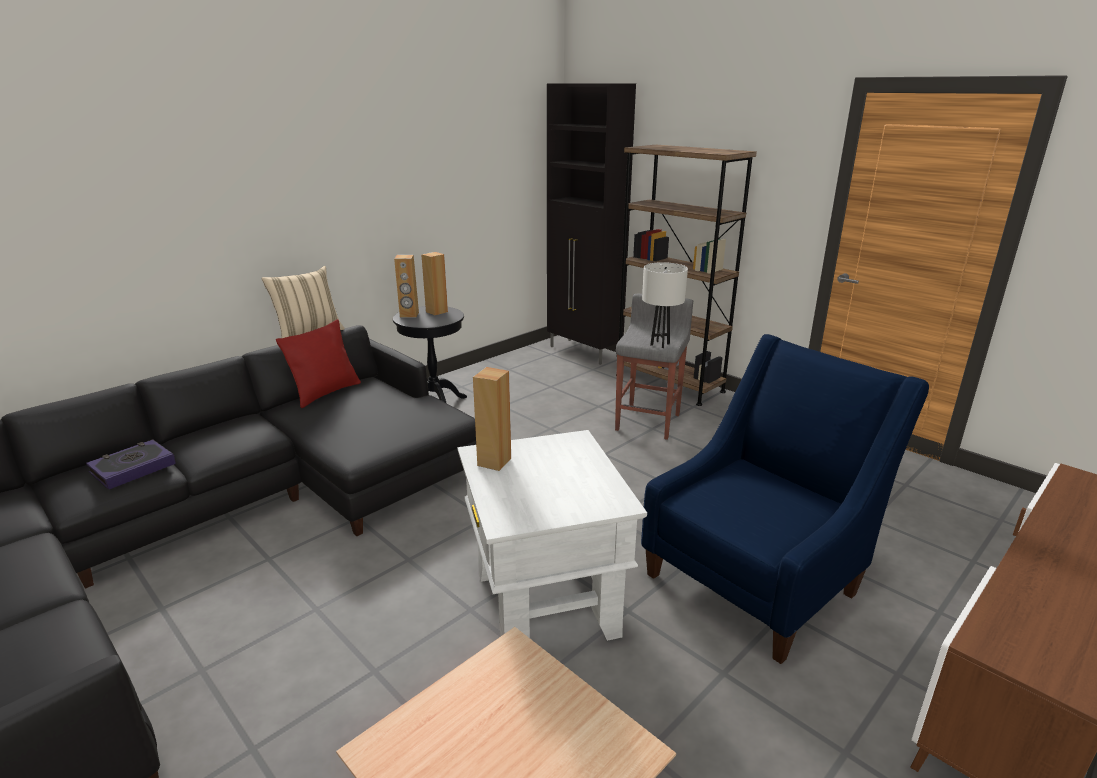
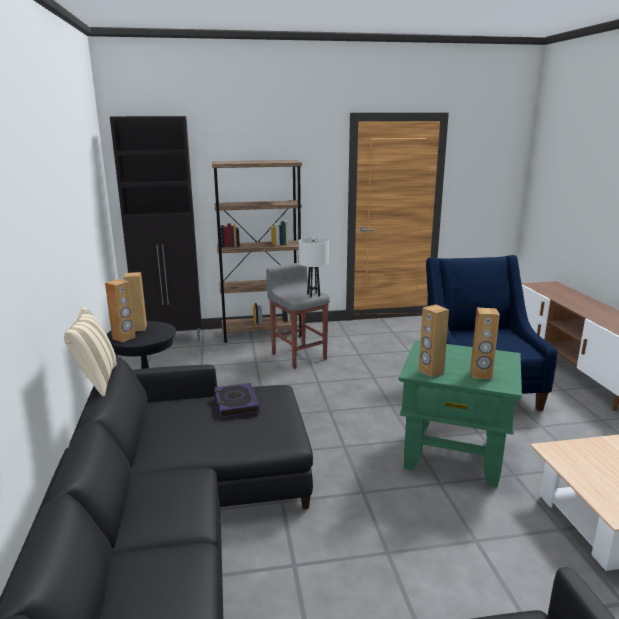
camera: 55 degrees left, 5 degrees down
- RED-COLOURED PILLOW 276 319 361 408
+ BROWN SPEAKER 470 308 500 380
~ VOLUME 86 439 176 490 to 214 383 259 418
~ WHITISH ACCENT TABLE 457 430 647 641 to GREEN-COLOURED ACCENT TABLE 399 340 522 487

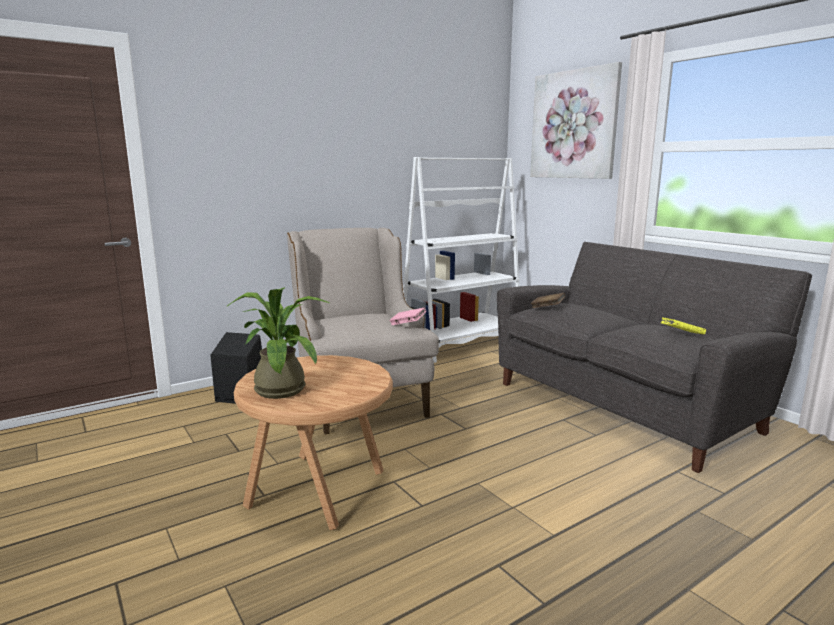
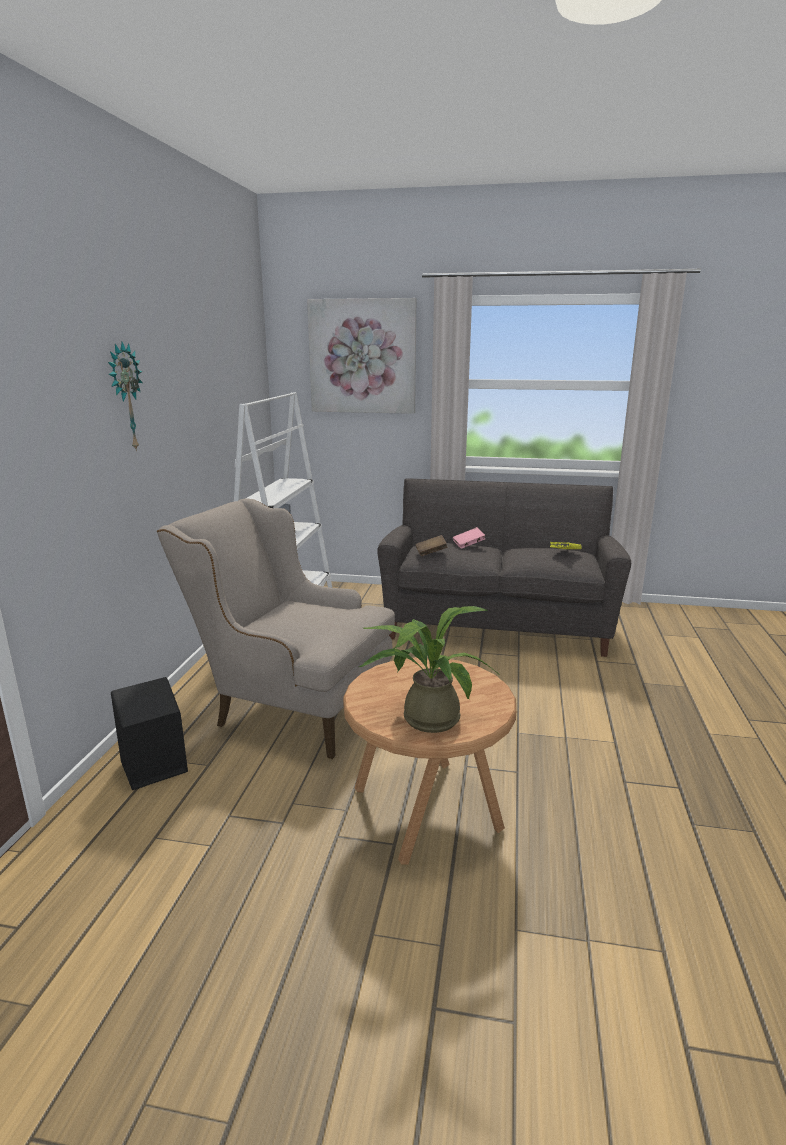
camera: 45 degrees left, 5 degrees up
+ HANGING CLOCK 108 342 142 452
~ PINK VOLUME 389 307 426 325 to 453 527 486 549

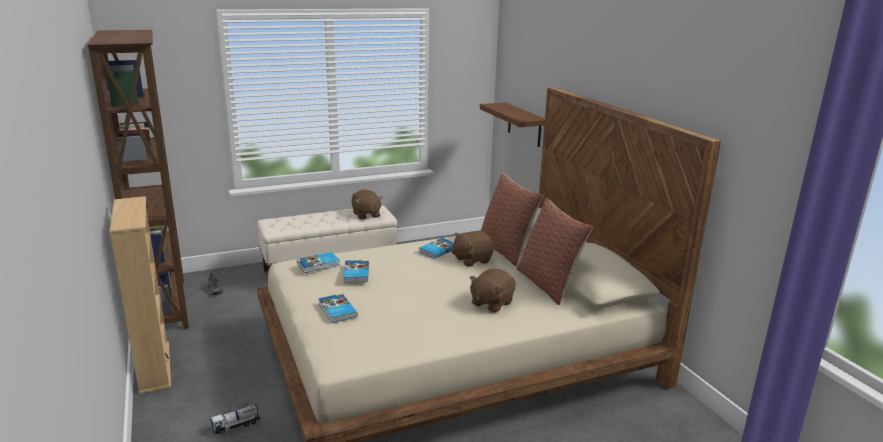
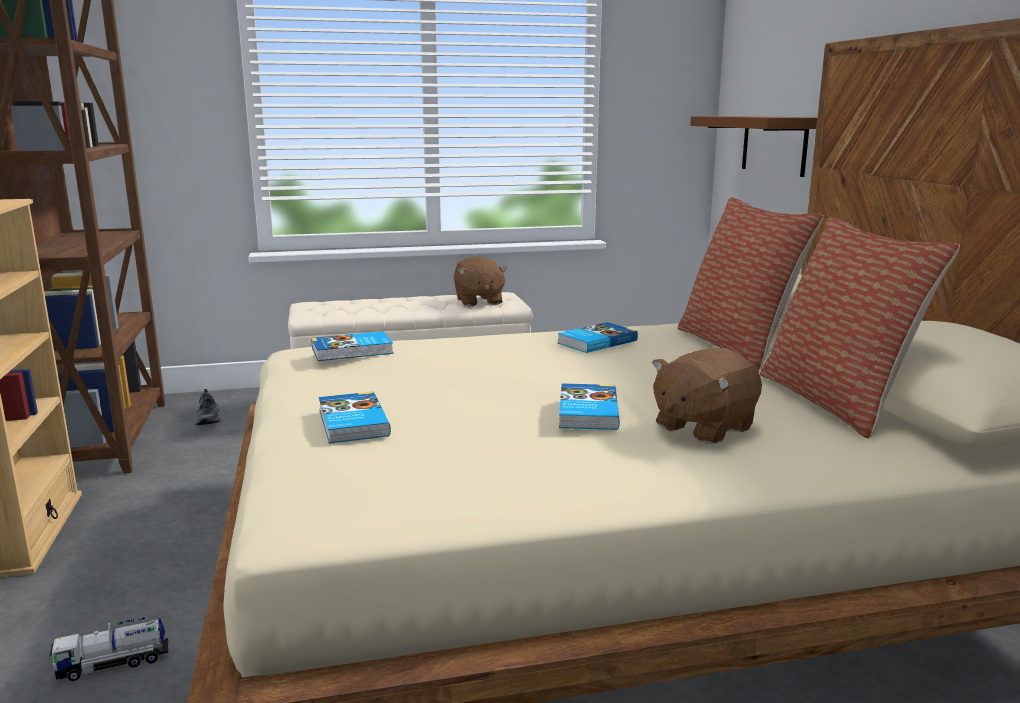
camera: 10 degrees right, 5 degrees down
- BROWN SOFT TOY 452 231 494 267
~ VOLUME 343 260 369 283 to 559 383 620 430

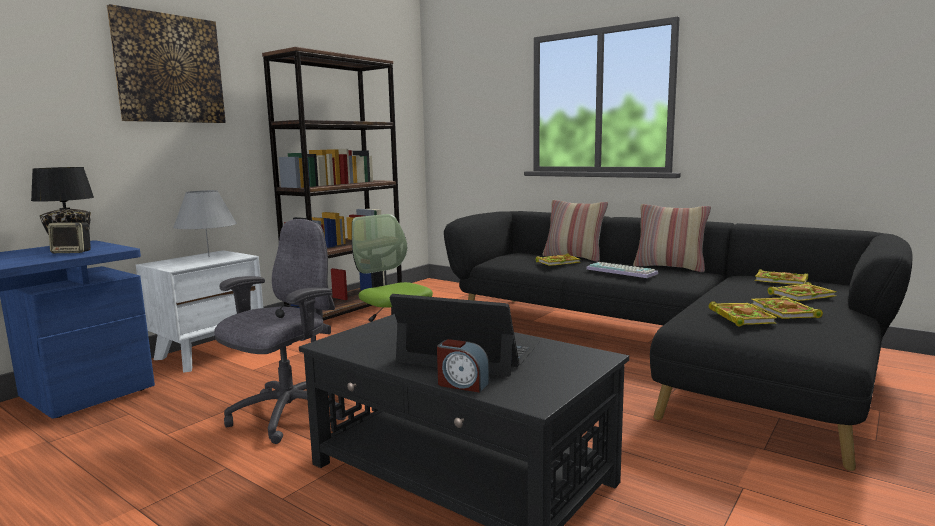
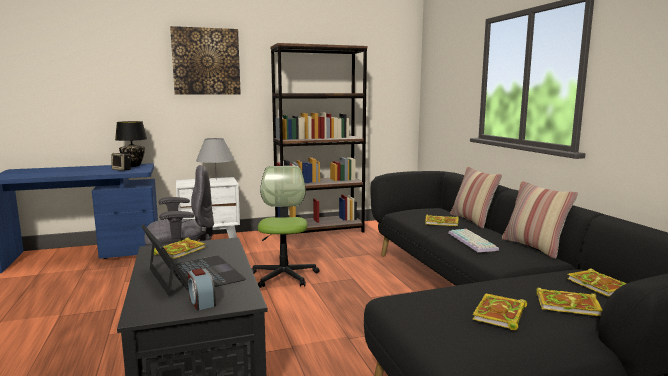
camera: 35 degrees right, 0 degrees up
~ ALARM CLOCK 437 339 489 393 to 188 268 216 310
~ VOLUME 709 301 777 326 to 154 237 206 259

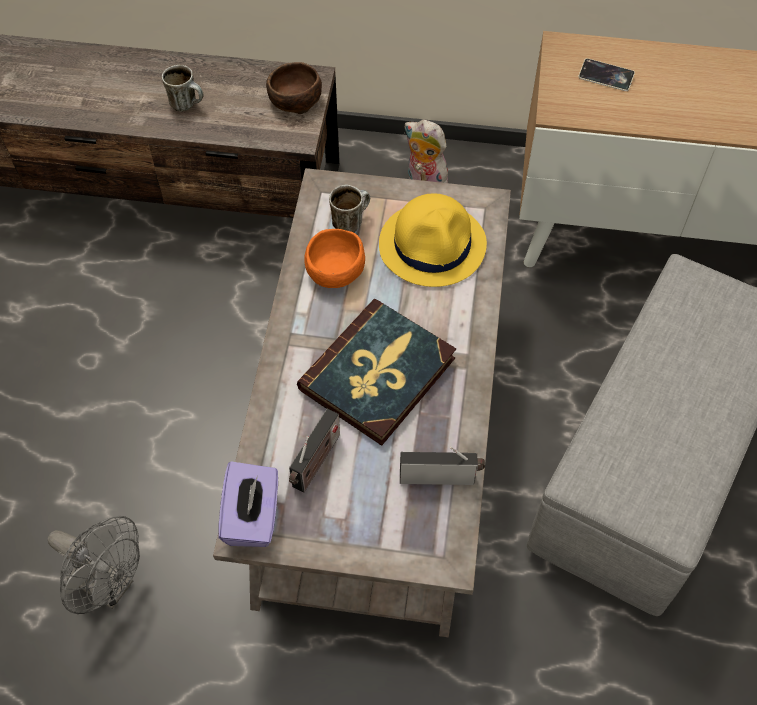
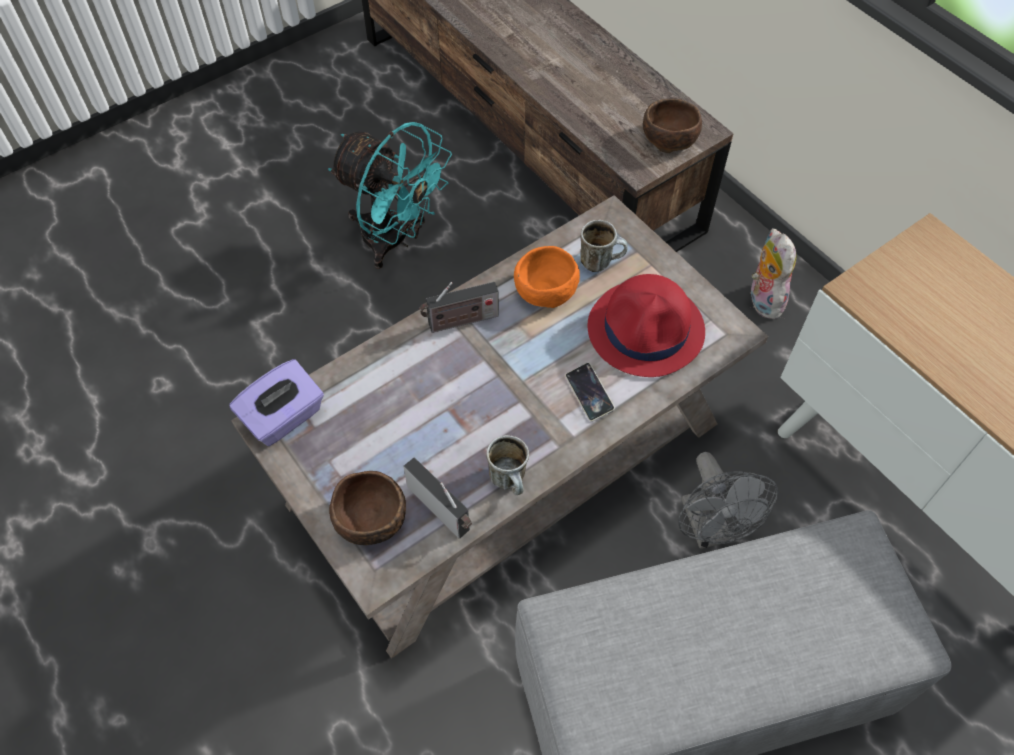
camera: 45 degrees right, 0 degrees up
- VOLUME 297 299 456 446
+ TURQUOISE-COLOURED COOLING FAN 328 122 452 269
+ BROWN BOWL 329 471 406 545
~ GRAY COOLING FAN 48 516 140 614 to 678 452 778 549
~ COFFEE MUG 162 65 203 111 to 486 435 529 495
~ RADIO SET 289 409 340 493 to 420 282 499 333
~ TELEPHONE 578 58 635 91 to 565 363 615 422
~ YELLOW CLOTHING HAT 379 193 487 287 to RED-COLOURED CLOTHING HAT 587 274 705 377

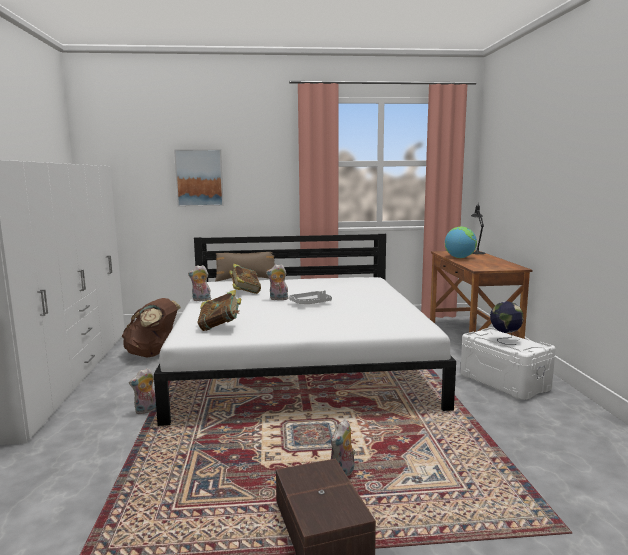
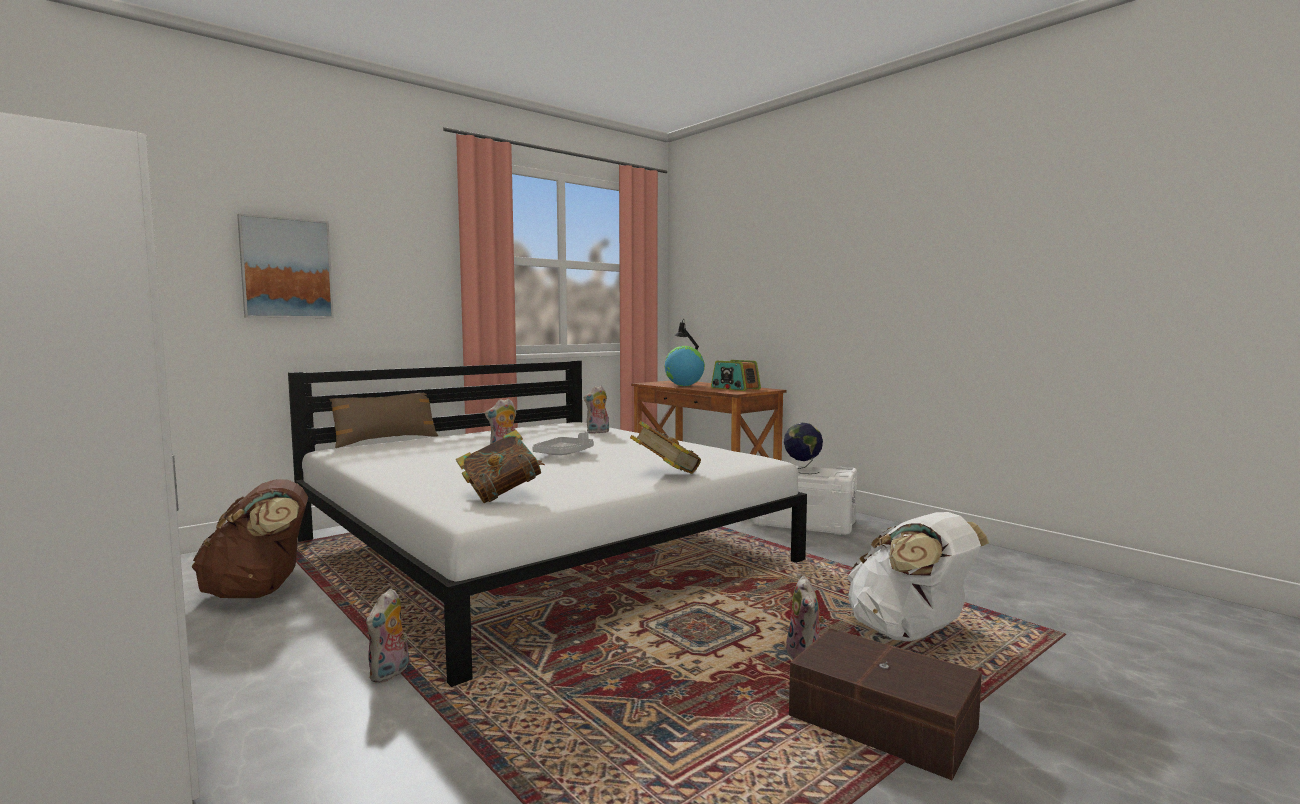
camera: 35 degrees left, 5 degrees down
+ RADIO SET 711 360 761 391
+ WHITISH RUCKSACK 847 512 989 642
~ SOFT TOY 188 265 211 301 to 584 386 609 434
~ VOLUME 229 264 261 294 to 630 421 701 474

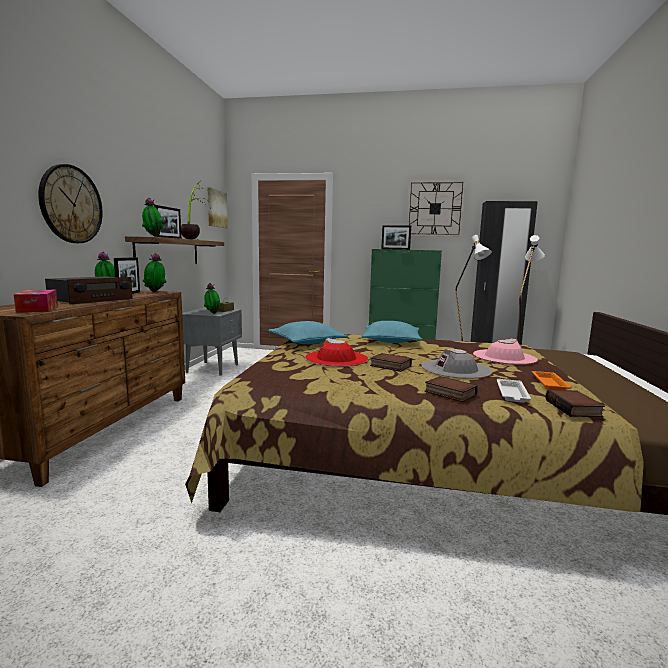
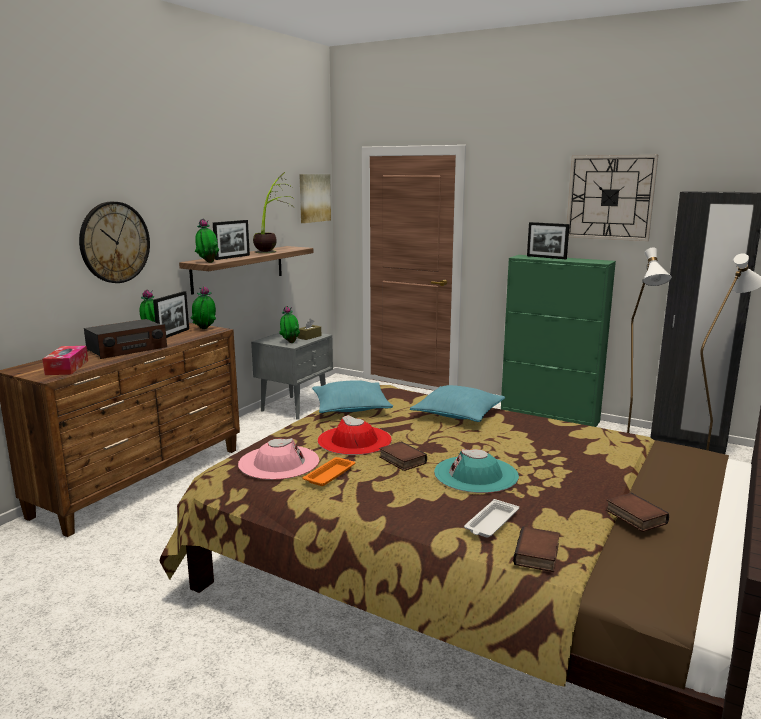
camera: 20 degrees right, 5 degrees up
~ VOLUME 425 376 478 402 to 606 493 669 532
~ PINK CLOTHING HAT 473 338 538 365 to 238 438 319 480
~ ORANGEY SERVING TRAY 532 371 572 390 to 302 457 355 486
~ GRAY CLOTHING HAT 421 349 492 379 to TURQUOISE-COLOURED CLOTHING HAT 434 449 519 493

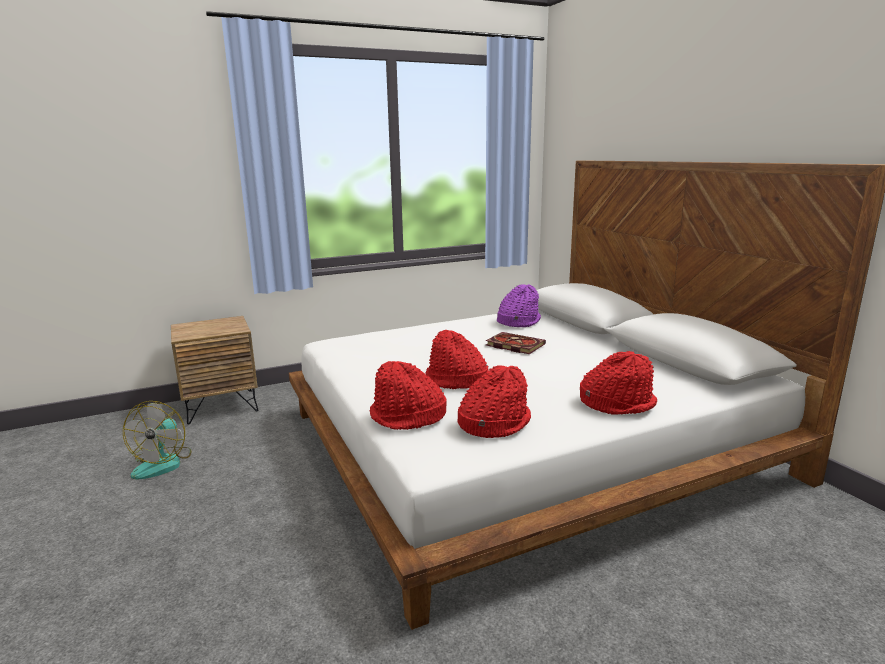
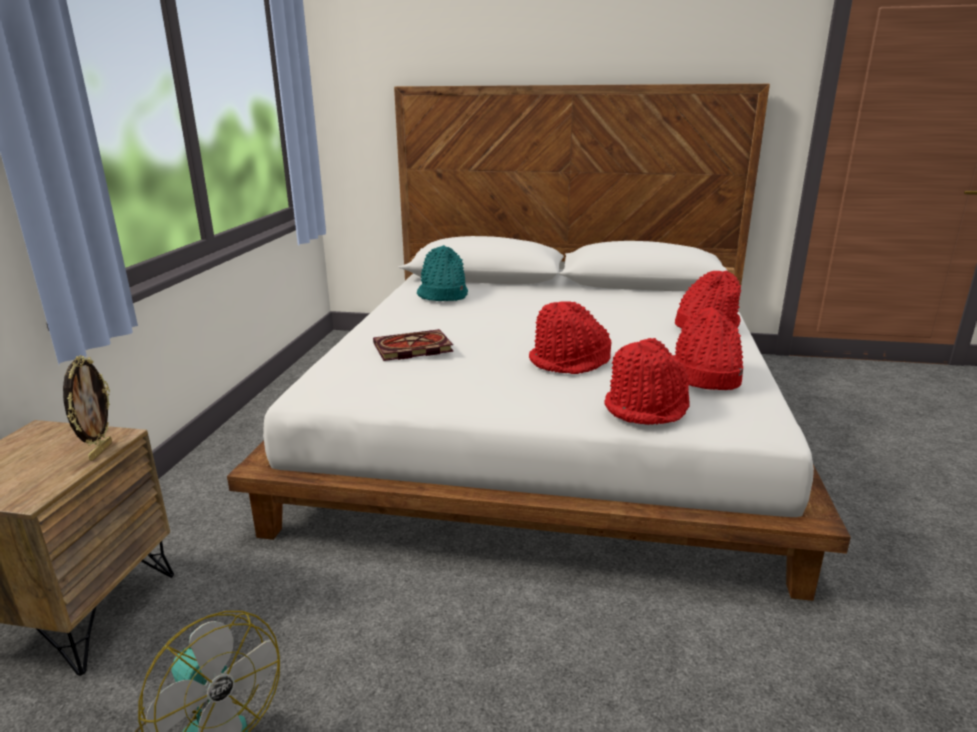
camera: 55 degrees left, 5 degrees up
+ PHOTO FRAME 63 355 112 461
~ VOLUME 486 332 546 354 to 373 329 453 361
~ PURPLE-COLOURED CLOTHING HAT 497 284 541 327 to TURQUOISE-COLOURED CLOTHING HAT 417 245 468 301

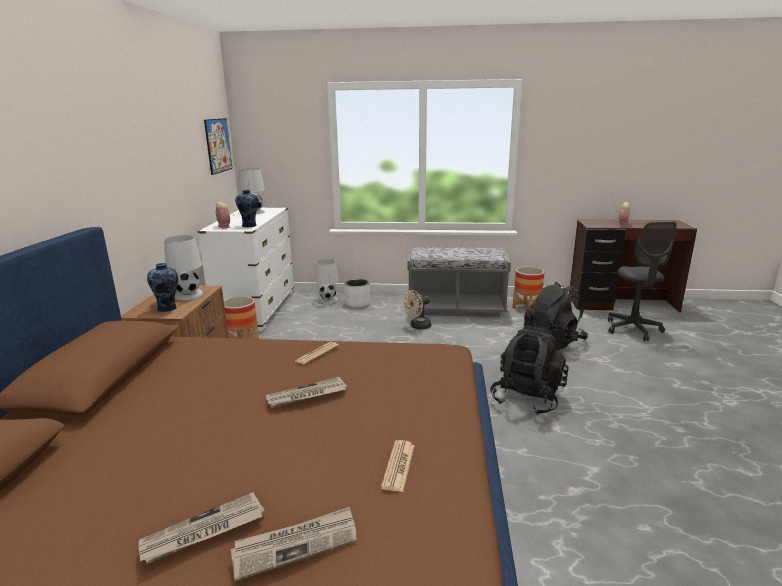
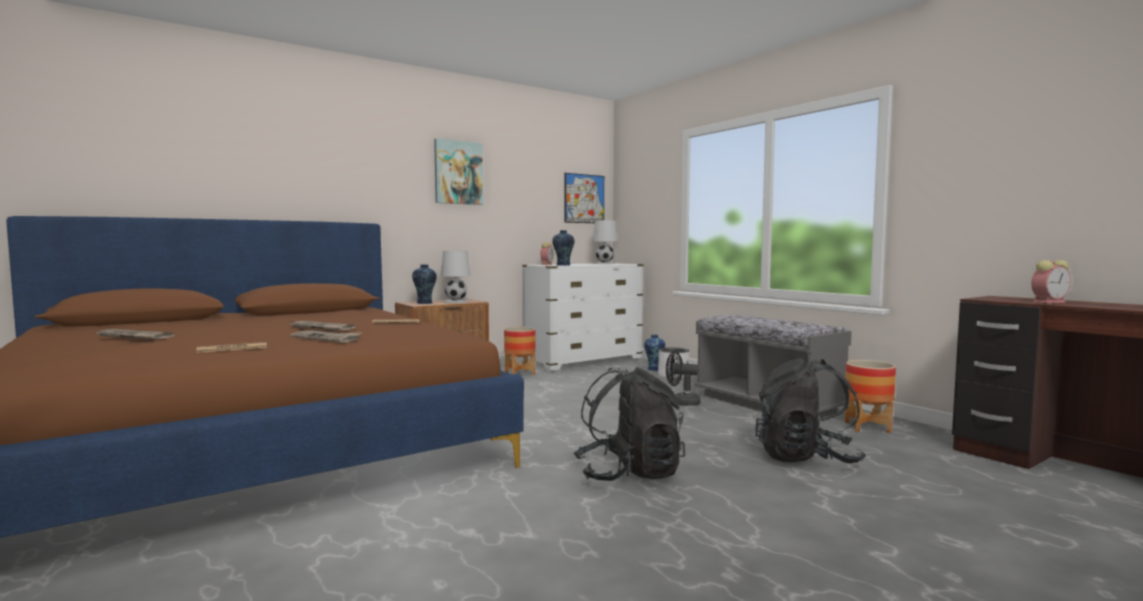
camera: 50 degrees right, 15 degrees down
- GRAY OFFICE CHAIR 608 222 677 341
+ WALL ART 434 138 483 205
~ PRINTED PAPER 230 507 357 581 to 290 330 362 343
~ WHITISH TABLE LAMP 315 259 339 304 to VASE 644 335 665 371
~ BEIGE-COLOURED COOLING FAN 403 290 431 330 to BLACK COOLING FAN 666 351 700 406

